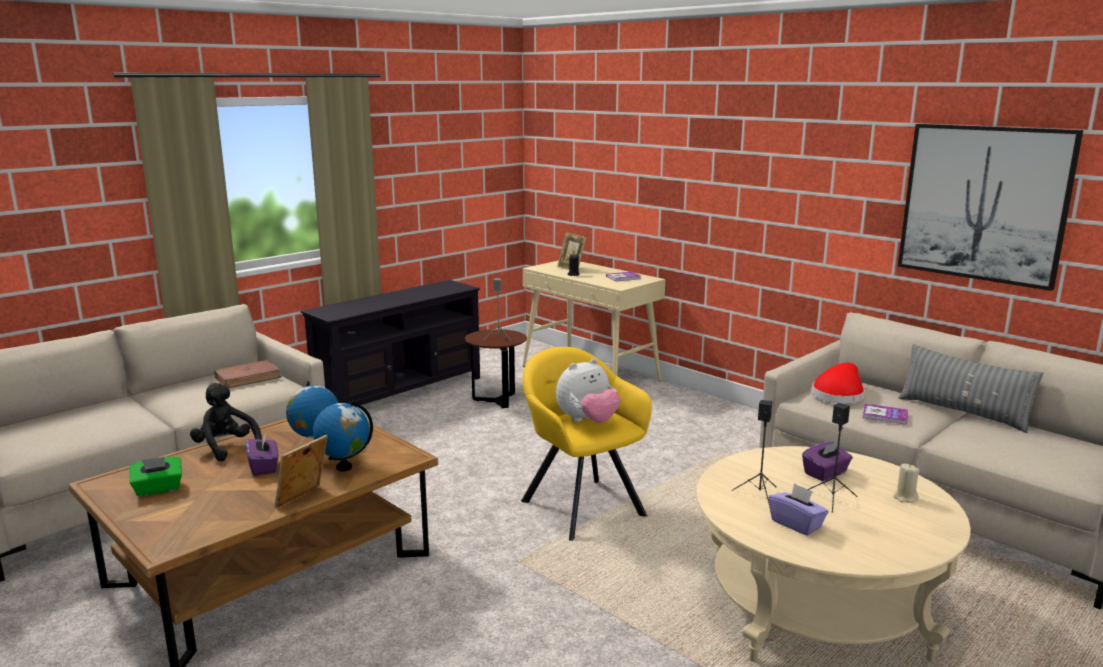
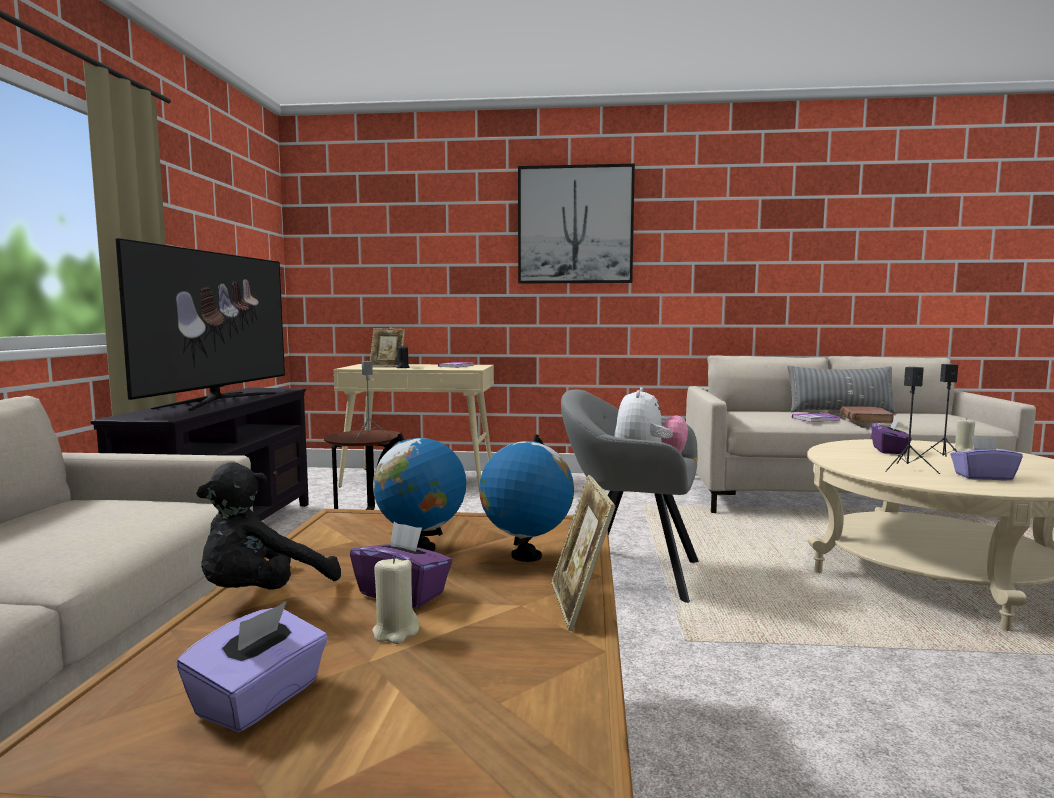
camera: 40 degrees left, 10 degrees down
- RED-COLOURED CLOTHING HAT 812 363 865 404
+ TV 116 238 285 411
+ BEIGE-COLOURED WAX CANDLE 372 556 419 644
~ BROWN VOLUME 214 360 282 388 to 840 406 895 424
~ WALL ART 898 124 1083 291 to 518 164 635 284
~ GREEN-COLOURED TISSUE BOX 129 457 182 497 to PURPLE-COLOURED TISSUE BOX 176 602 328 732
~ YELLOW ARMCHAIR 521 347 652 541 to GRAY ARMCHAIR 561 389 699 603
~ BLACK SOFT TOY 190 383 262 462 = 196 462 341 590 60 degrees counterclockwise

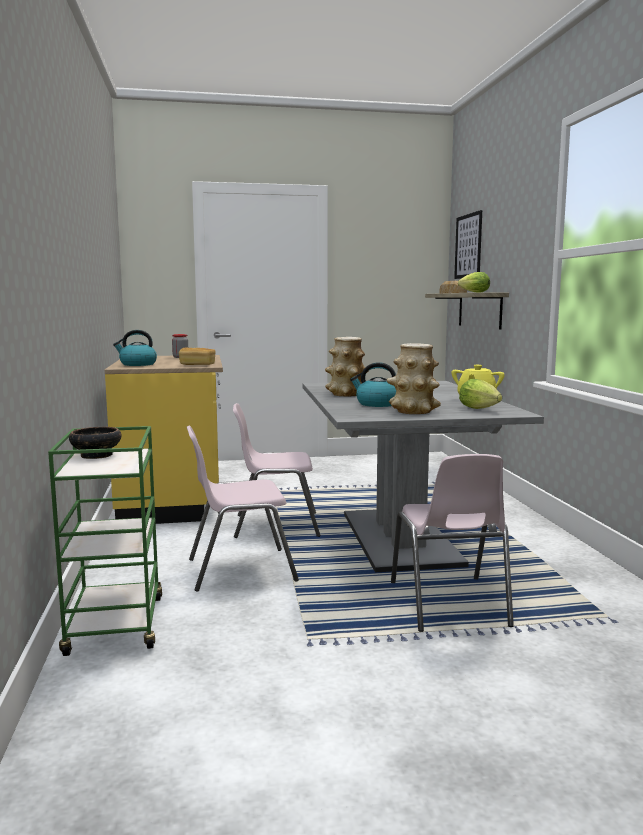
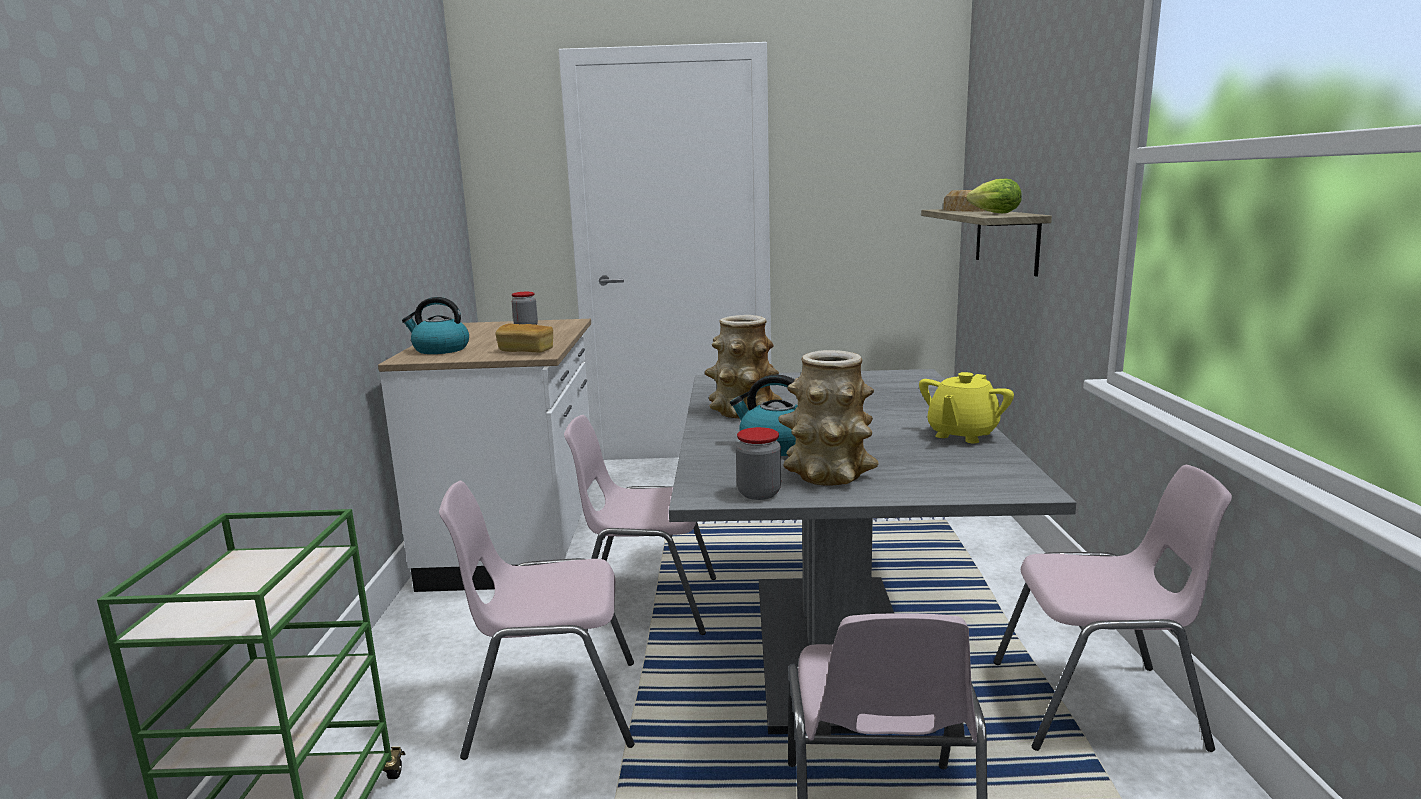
camera: 10 degrees right, 5 degrees up
- BOWL 69 427 121 459
- WALL ART 454 210 482 279
- LETTUCE HEAD 459 379 502 409
+ JAR 736 427 781 500
+ PINK PLAIN CHAIR 994 465 1232 752
~ YELLOW KITCHEN BASE UNIT 105 355 223 524 to WHITISH KITCHEN BASE UNIT 378 319 594 592

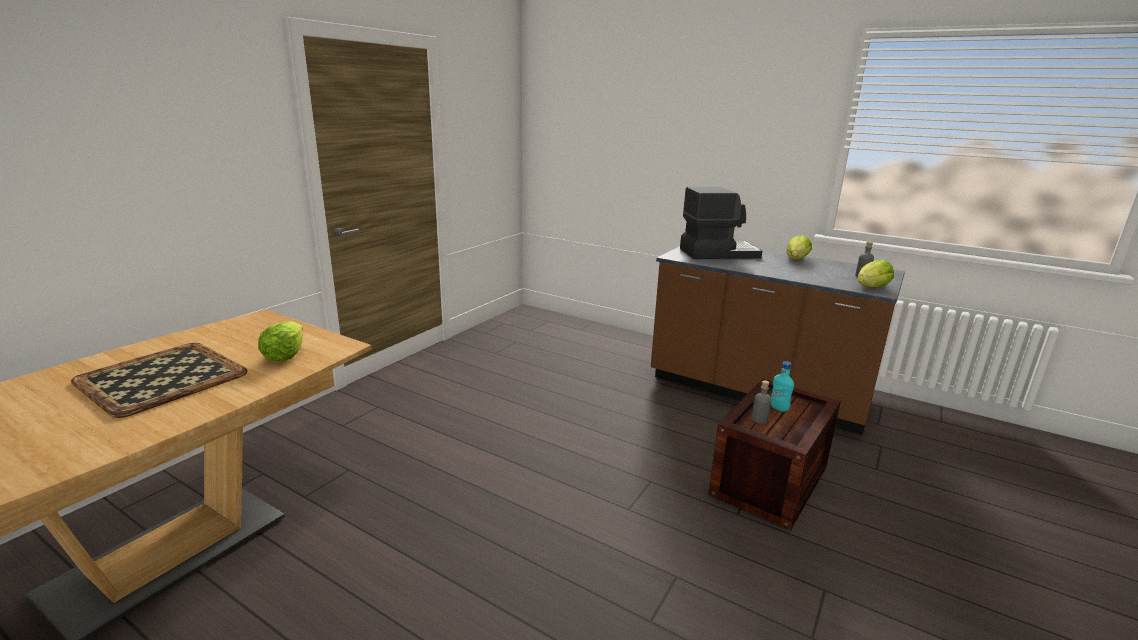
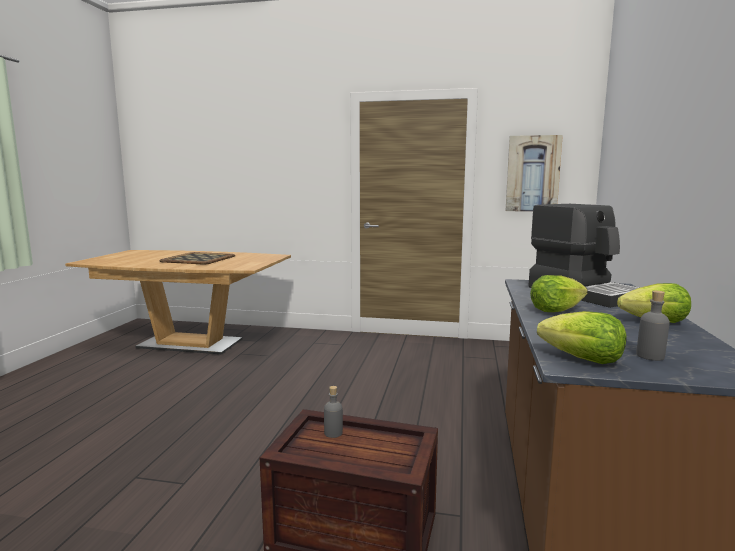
camera: 70 degrees right, 10 degrees down
- TURQUOISE-COLOURED BEVERAGE BOTTLE 771 361 794 412
+ WALL ART 505 135 563 212
~ LETTUCE HEAD 258 321 303 361 to 530 275 588 312

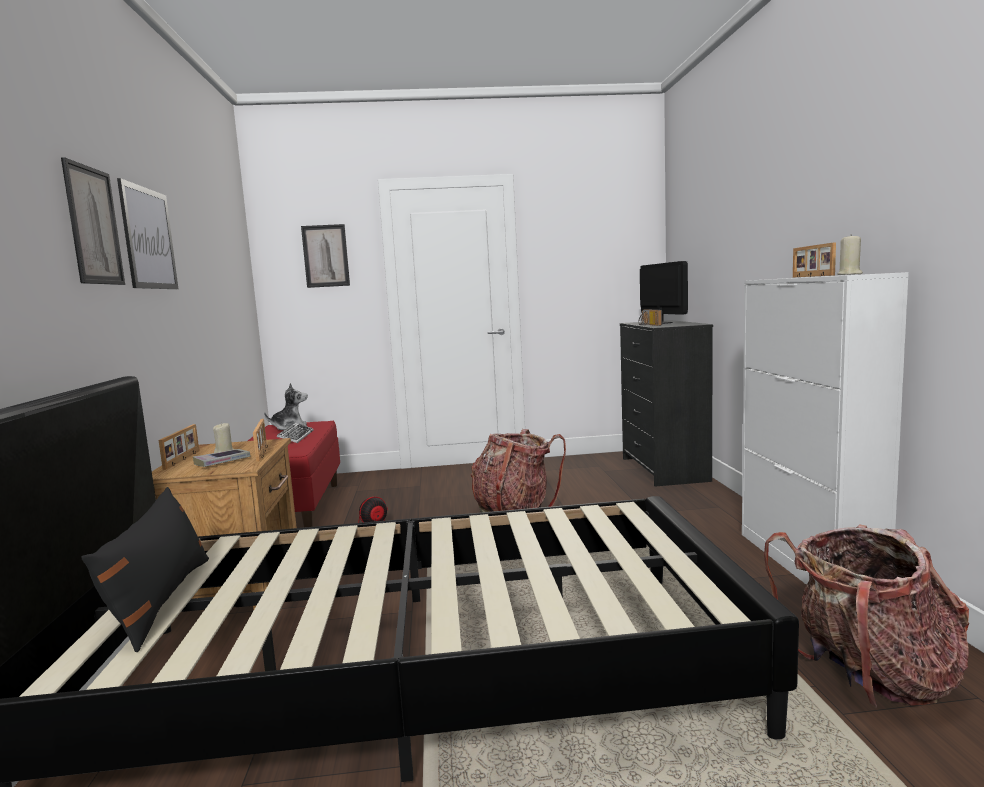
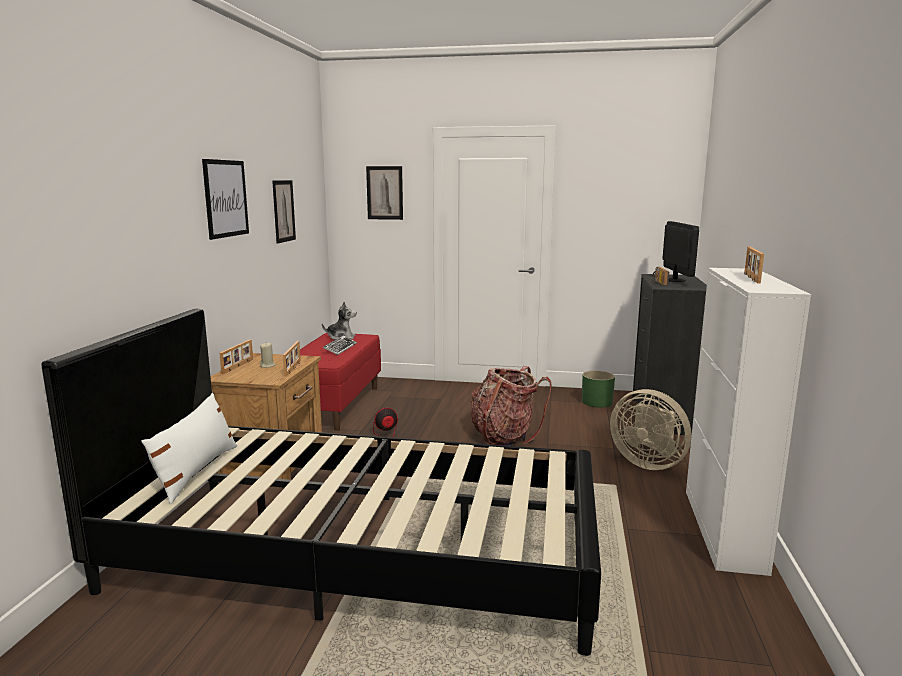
camera: 15 degrees right, 5 degrees up
- VOLUME 193 449 251 467
- RUCKSACK 764 524 969 708
- BEIGE-COLOURED WAX CANDLE 838 234 863 275
+ GREEN-COLOURED FLOWER POT 582 371 615 408
+ BEIGE-COLOURED COOLING FAN 610 389 691 470
~ WALL ART 61 157 125 285 to 272 180 296 243
~ BLACK PILLOW 81 487 209 652 to WHITISH PILLOW 142 393 237 504

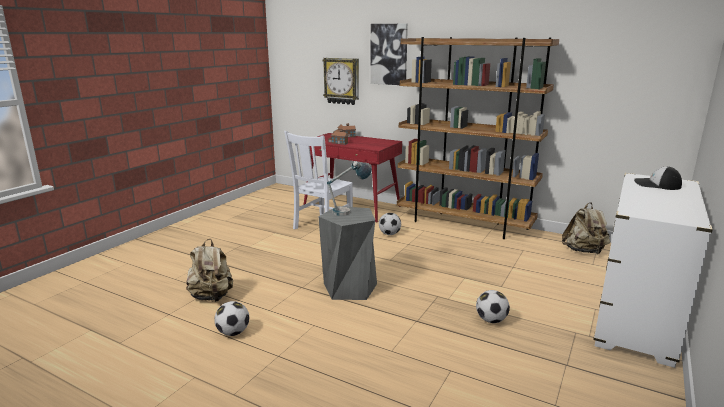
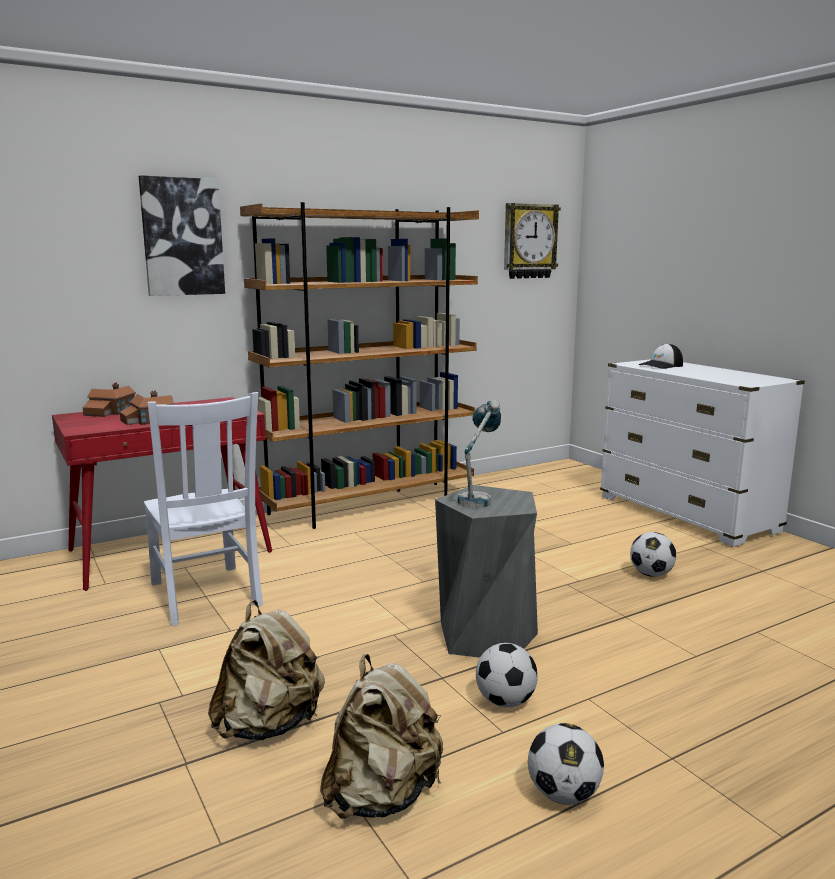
camera: 60 degrees left, 5 degrees down
~ HANGING CLOCK 322 58 359 105 to 504 203 561 279
~ FOOTBALL BALL 379 213 401 235 to 476 643 538 707
~ BEIGE-COLOURED RUCKSACK 562 202 610 254 to 208 600 325 740

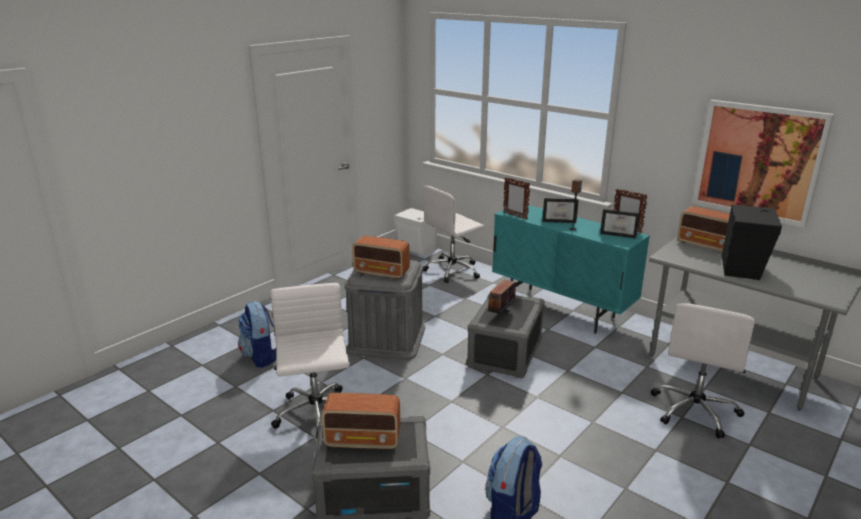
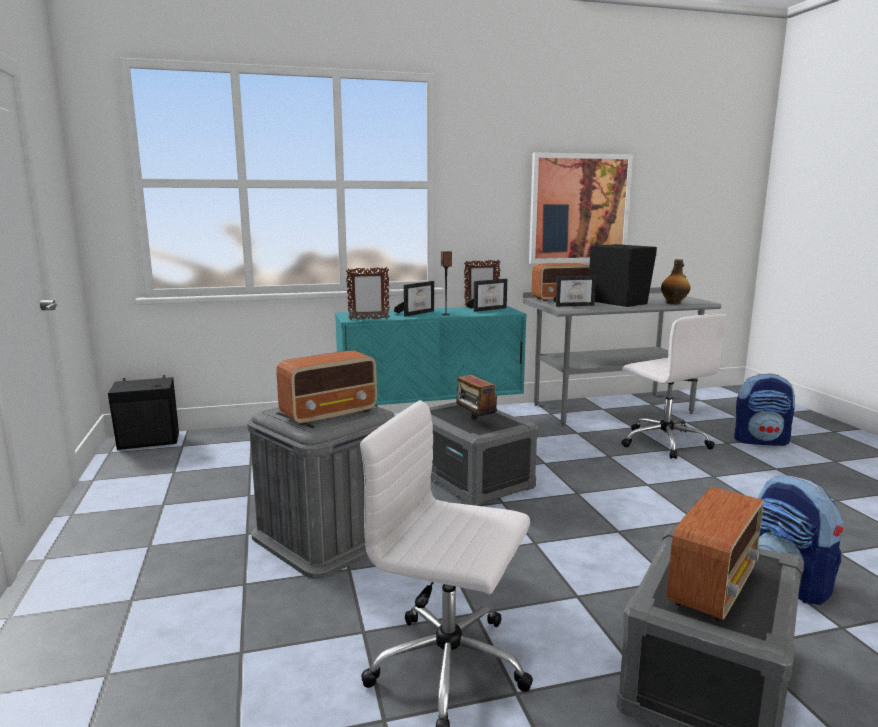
camera: 55 degrees left, 10 degrees down
- WHITISH OFFICE CHAIR 423 186 485 283
+ PHOTO FRAME 553 276 596 307
+ BEVERAGE BOTTLE 661 259 690 304
~ RUCKSACK 238 301 276 368 to 734 373 795 446
~ WHITISH SPEAKER 394 207 437 256 to BLACK SPEAKER 108 375 179 450

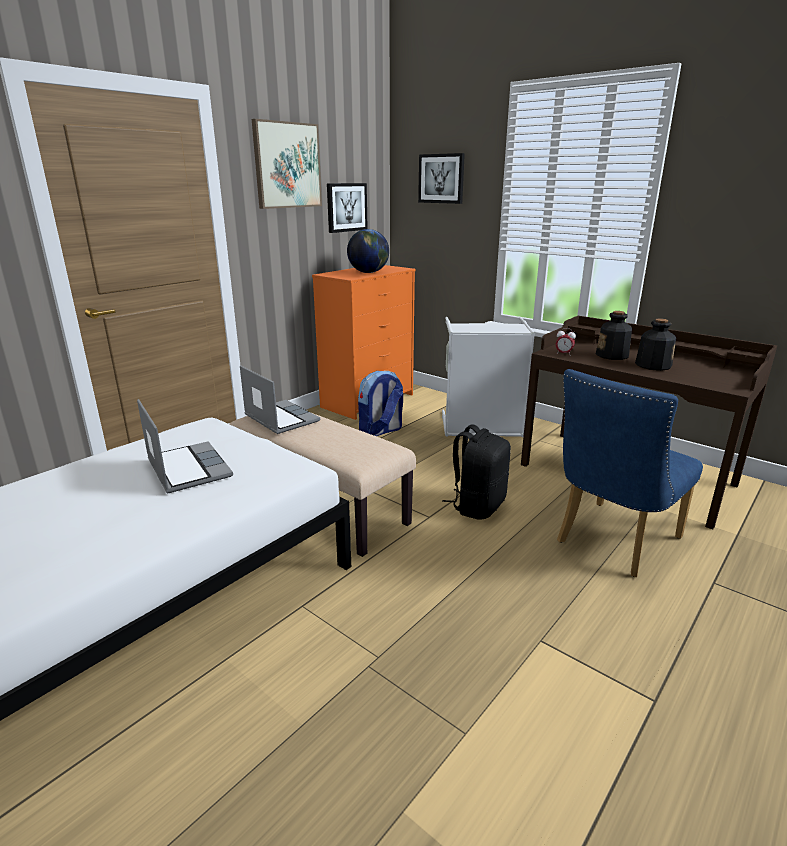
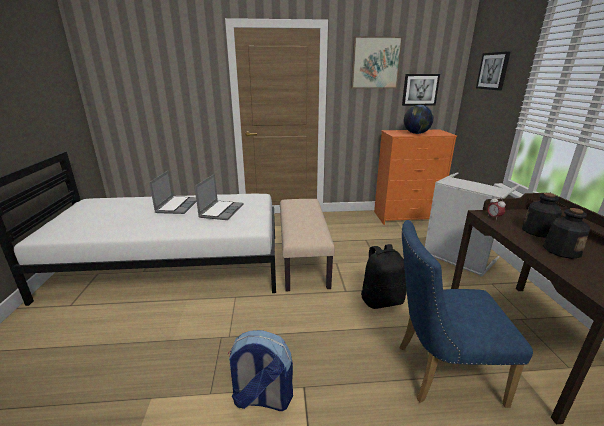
camera: 45 degrees right, 0 degrees up
~ PORTABLE COMPUTER 240 365 320 434 to 149 170 197 214
~ RUCKSACK 358 371 403 436 to 228 330 293 411

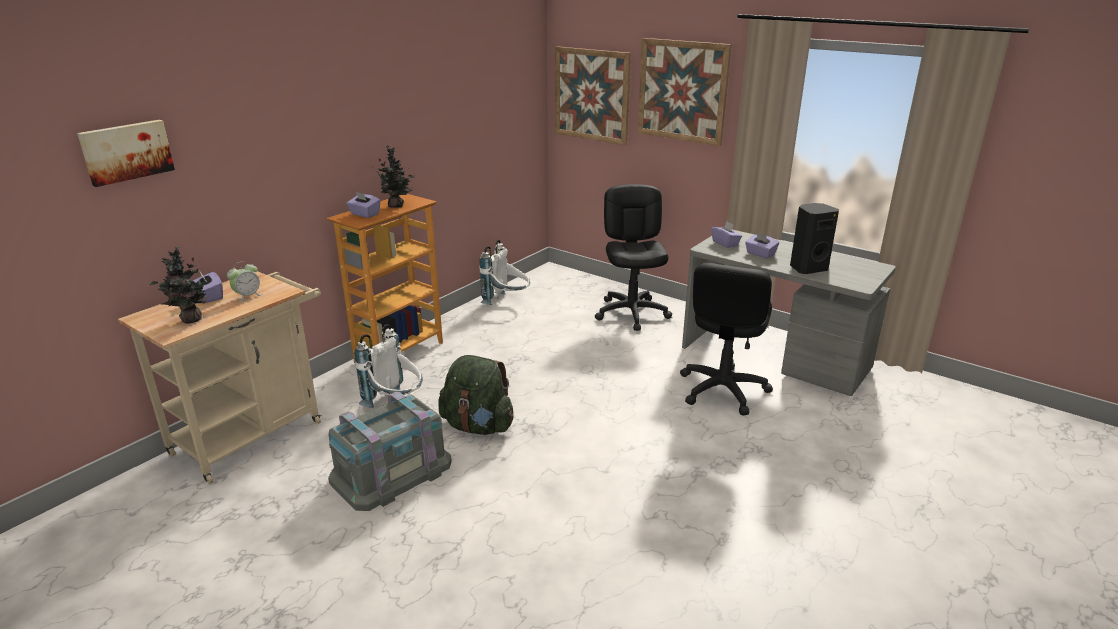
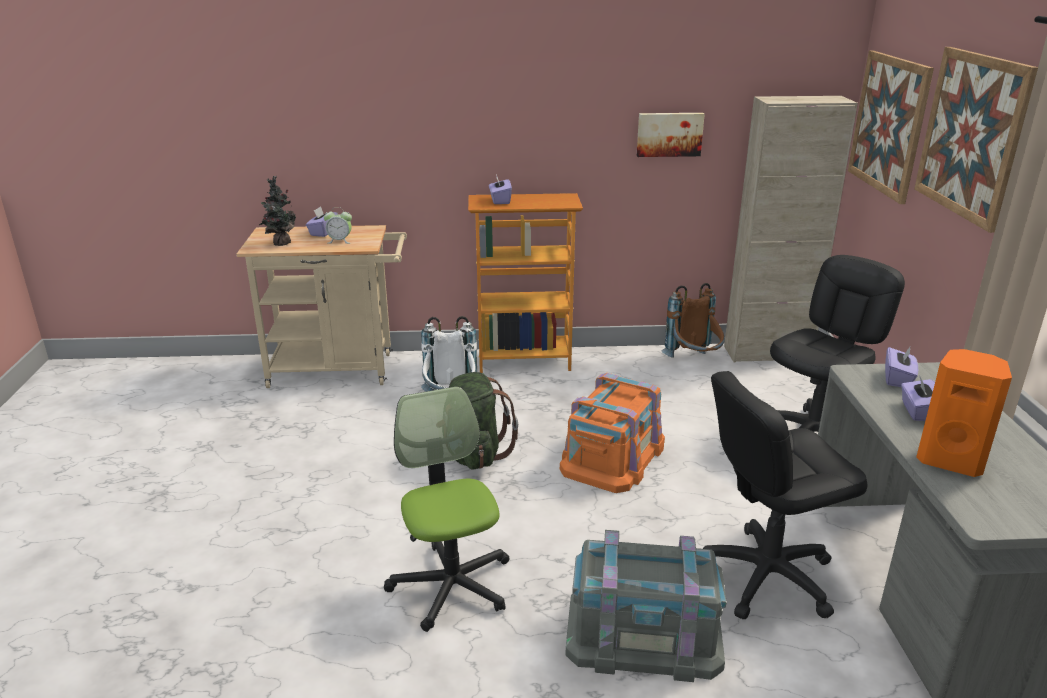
camera: 50 degrees right, 0 degrees up
- HOUSEPLANT 377 145 415 208
+ OFFICE CHAIR 384 386 510 632
+ ORANGEY STORAGE BIN 560 373 665 493
+ BEIGE-COLOURED CUPBOARD 724 96 858 363
~ WALL ART 77 120 175 187 to 637 113 705 157
~ GRAY STORAGE BIN 328 391 452 511 to 565 530 727 682
~ WHITISH RUCKSACK 479 239 530 305 to BROWN RUCKSACK 661 283 724 358
~ BLACK SPEAKER 790 203 839 274 to ORANGEY SPEAKER 916 349 1012 477

